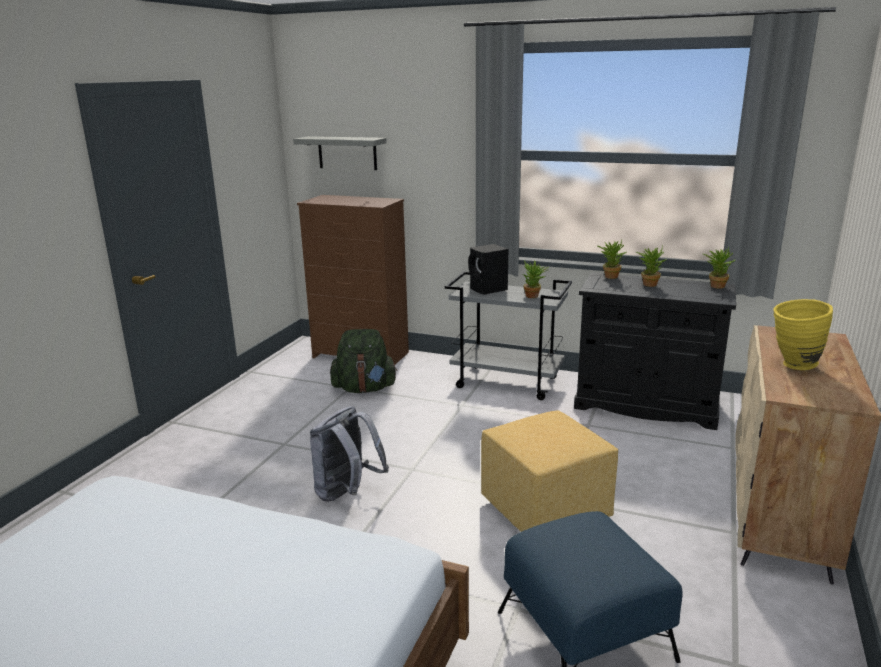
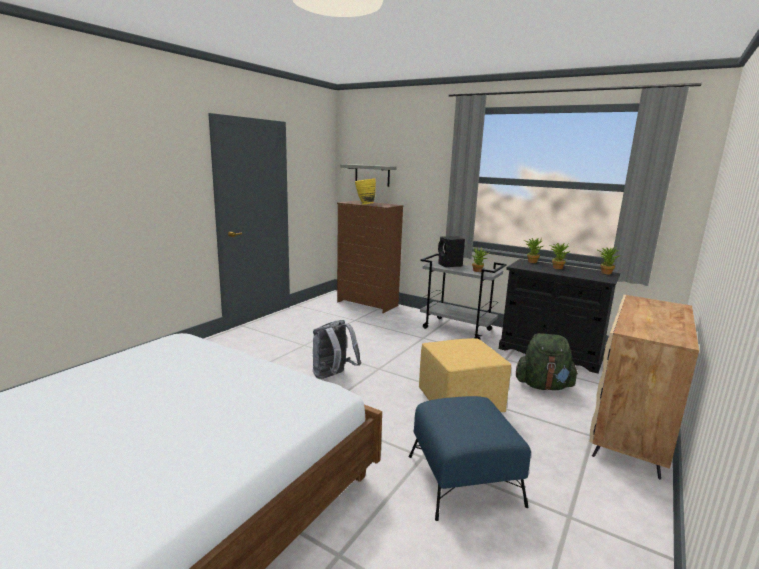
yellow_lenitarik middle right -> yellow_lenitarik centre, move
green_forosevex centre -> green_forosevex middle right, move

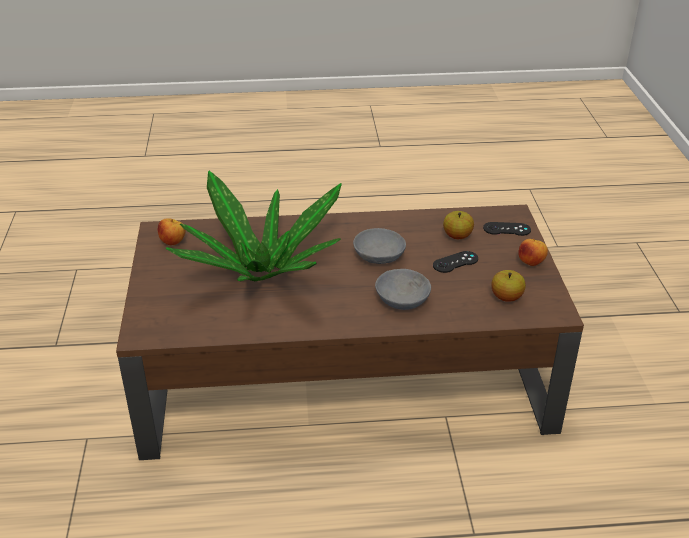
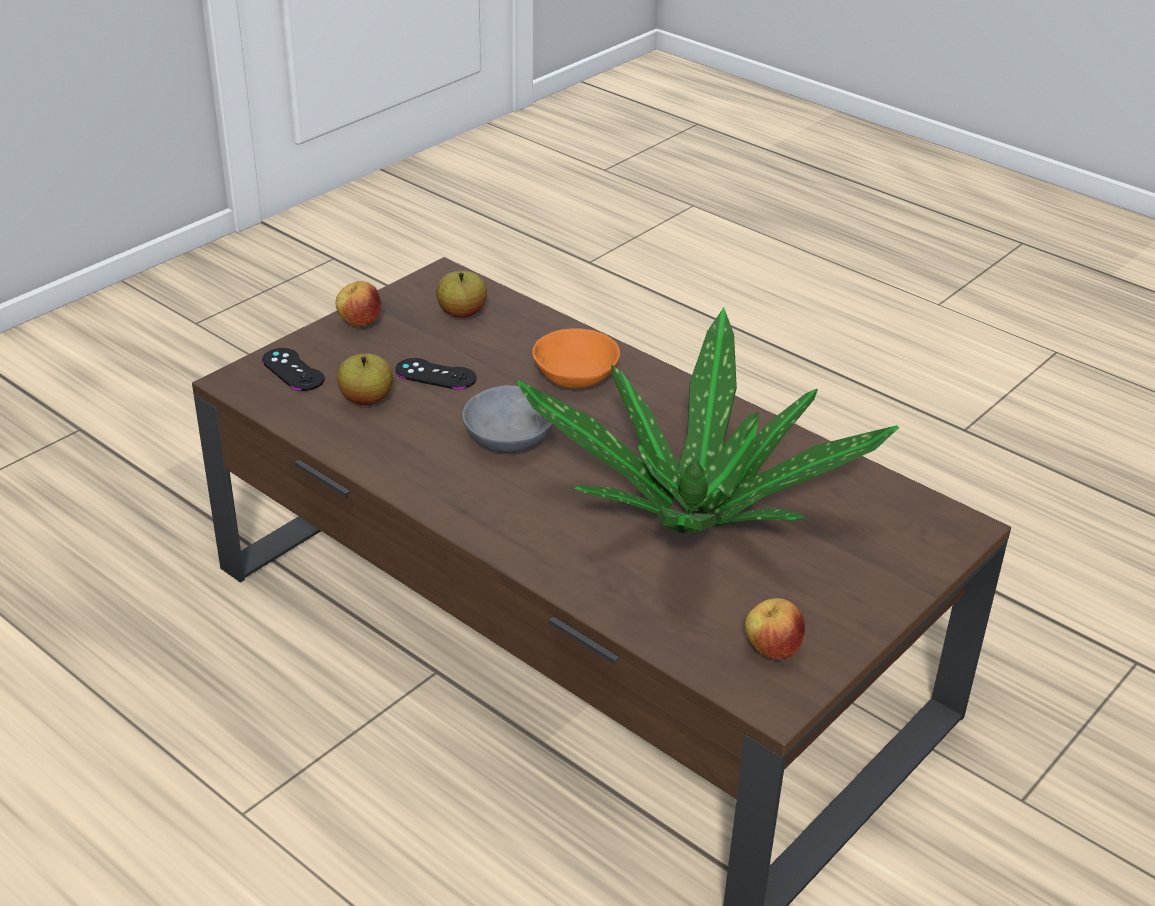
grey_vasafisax (2nd from left) centre -> orange_vasafisax centre

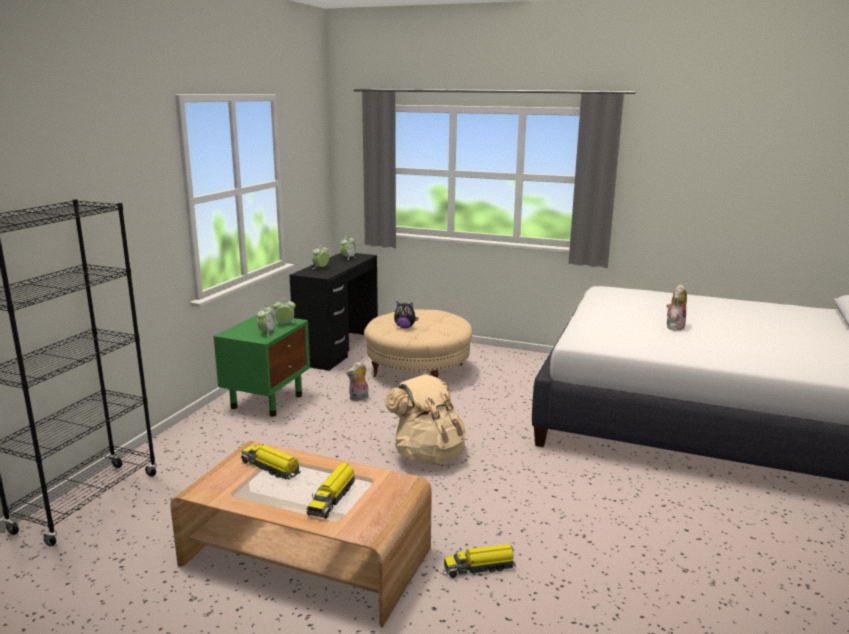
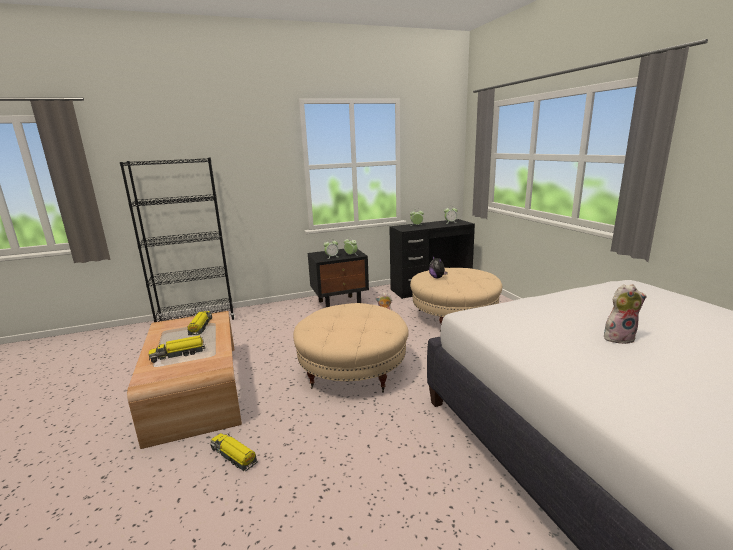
beige_forosevex centre -> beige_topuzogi (1st from left) centre
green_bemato middle left -> black_bemato centre

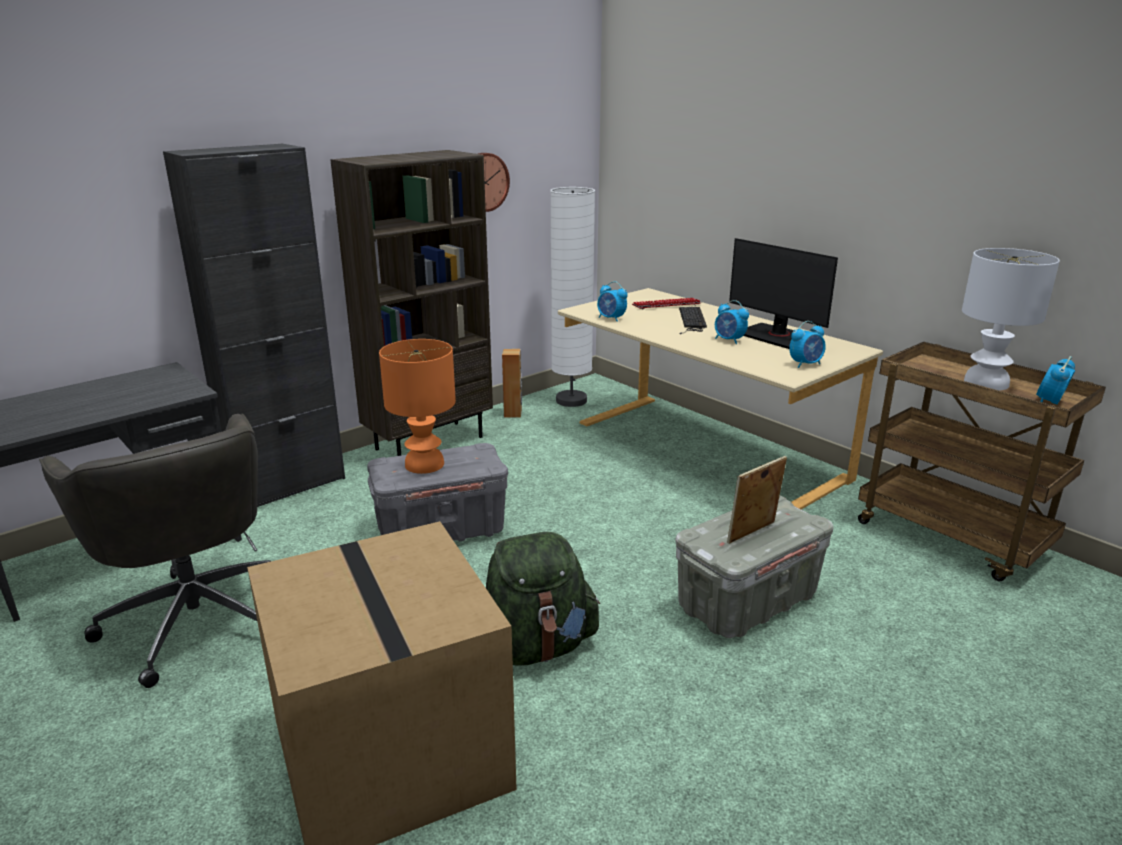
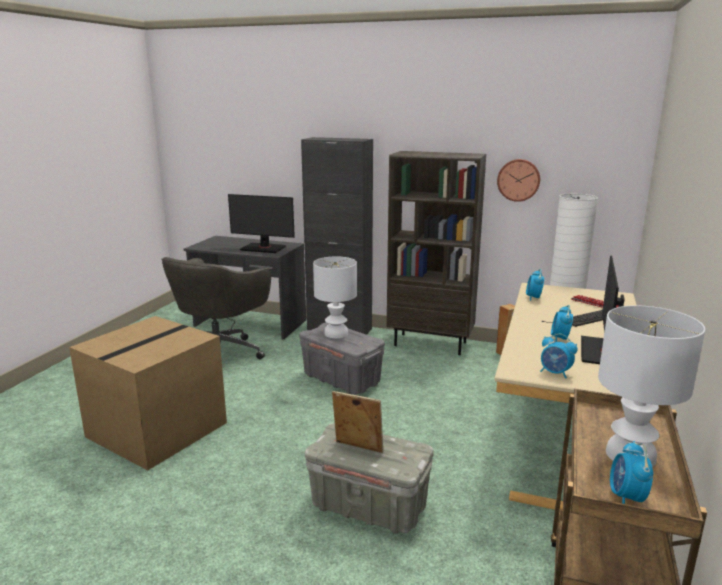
none -> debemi (1st from left) centre
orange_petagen centre -> white_petagen (1st from left) centre
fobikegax (4th from left) middle right -> fobikegax (4th from left) bottom right, 90 degrees counterclockwise
green_forosevex bottom centre -> none

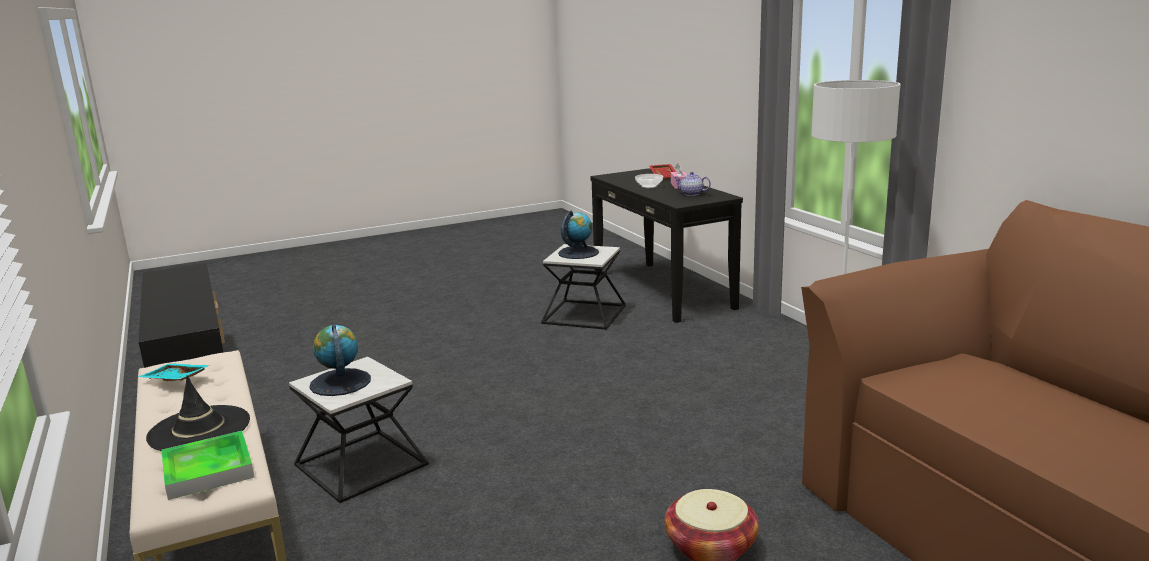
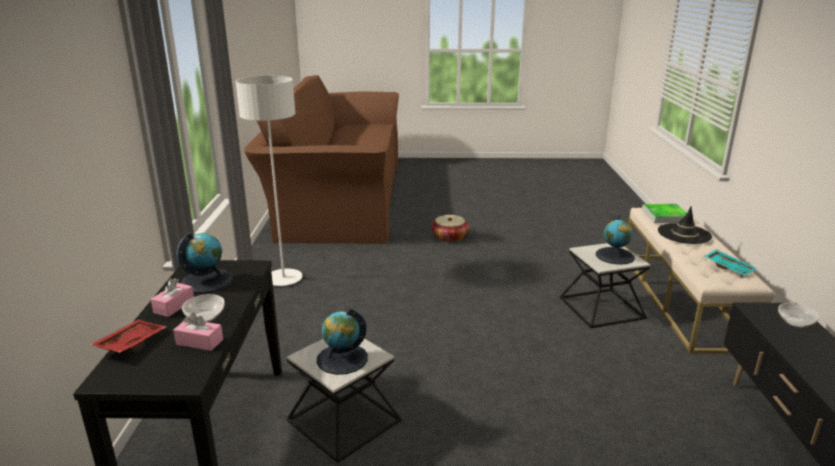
none -> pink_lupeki (2nd from left) bottom left
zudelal top centre -> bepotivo (1st from left) middle left
none -> vasafisax (2nd from left) bottom right

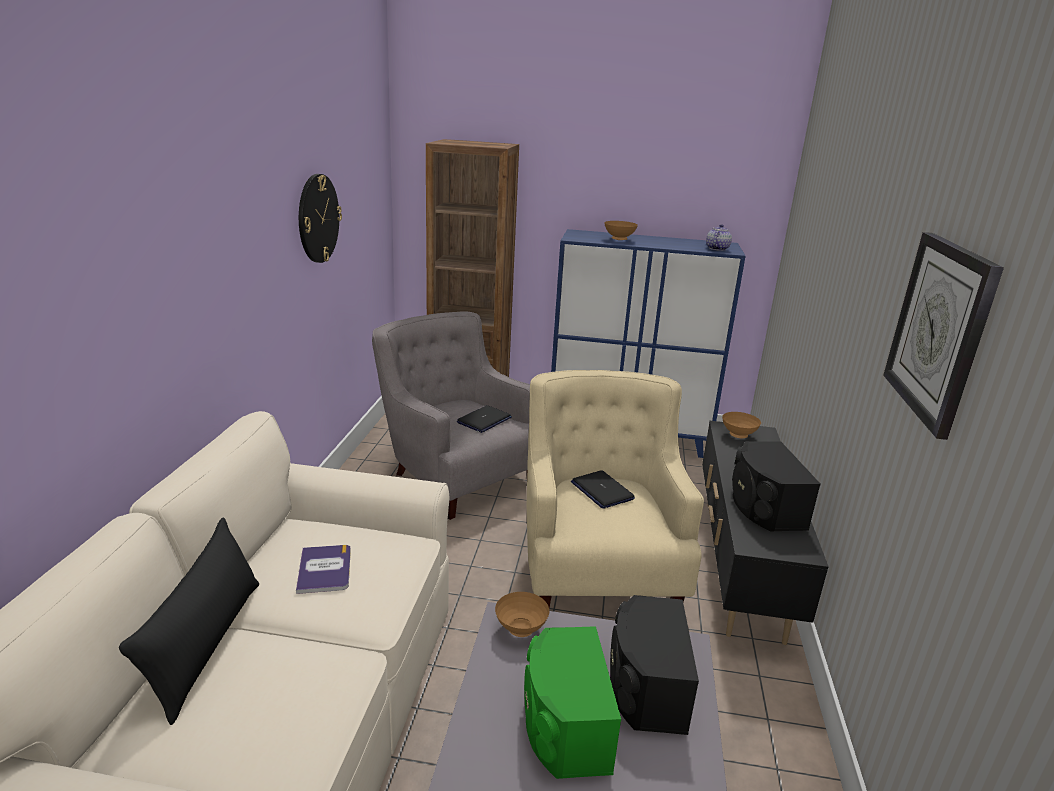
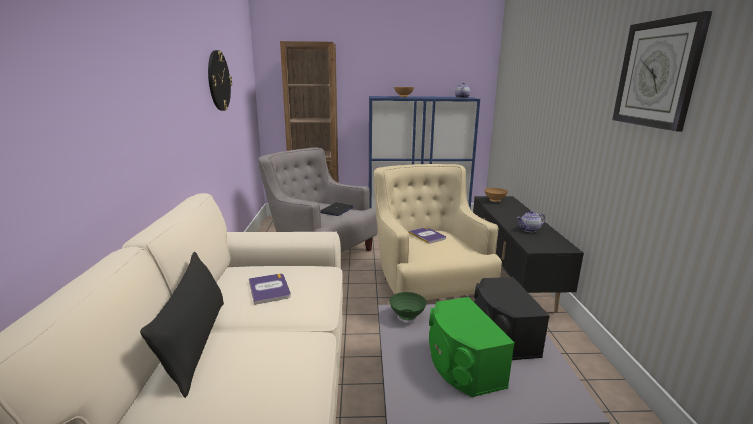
brown_vasafisax (1st from left) bottom centre -> green_vasafisax bottom centre
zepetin (2nd from left) centre -> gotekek (2nd from left) centre
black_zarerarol (2nd from left) middle right -> zudelal (2nd from left) middle right

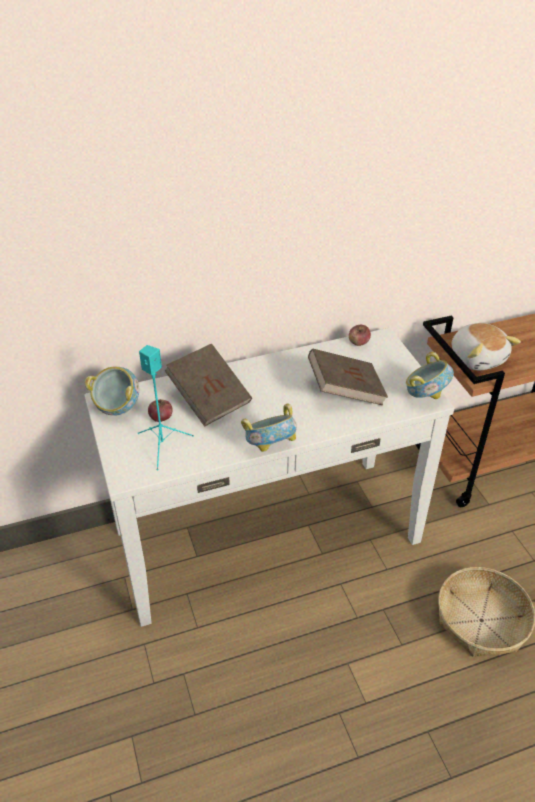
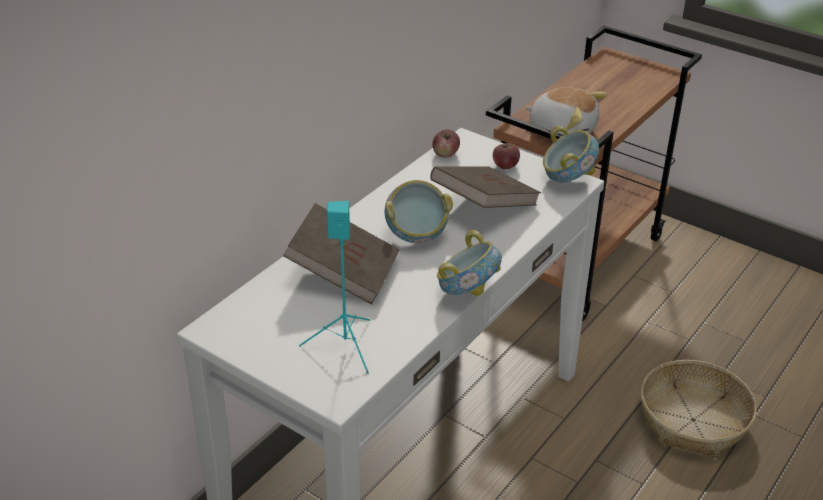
vasafisax (1st from left) middle left -> vasafisax (1st from left) centre, move
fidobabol (1st from left in the first image) middle left -> fidobabol (2nd from left) top centre, move

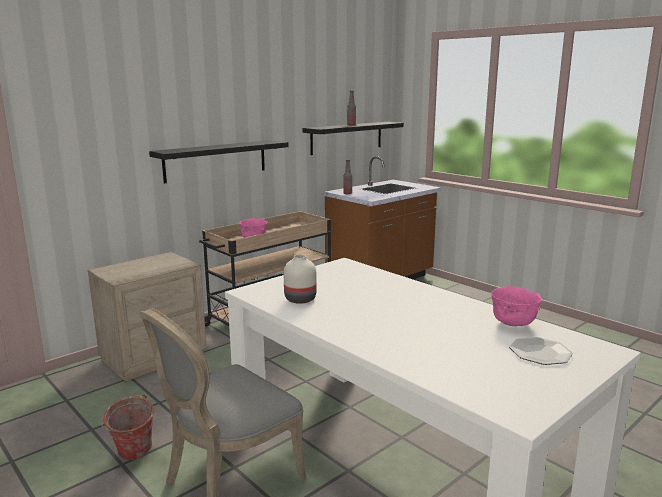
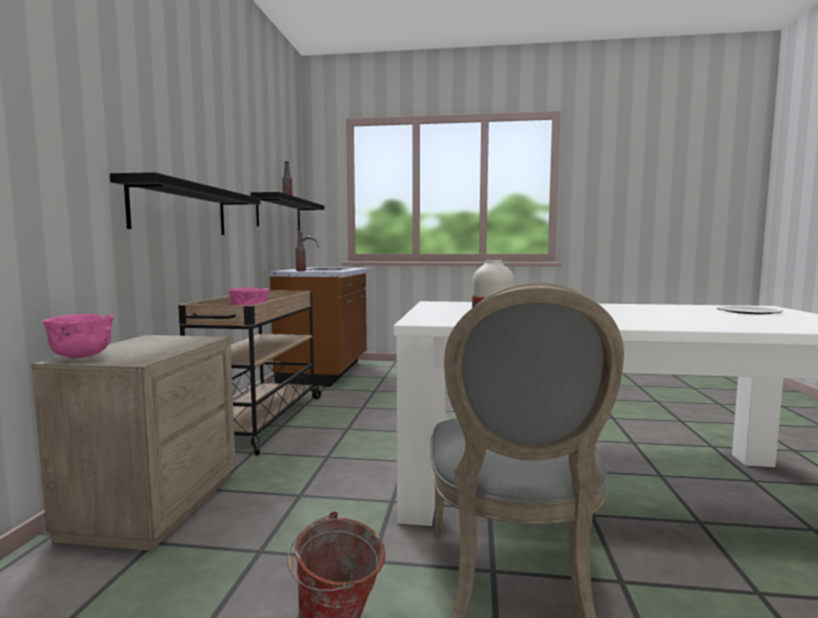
pink_vasafisax (2nd from left in the first image) middle right -> pink_vasafisax (1st from left) middle left, move

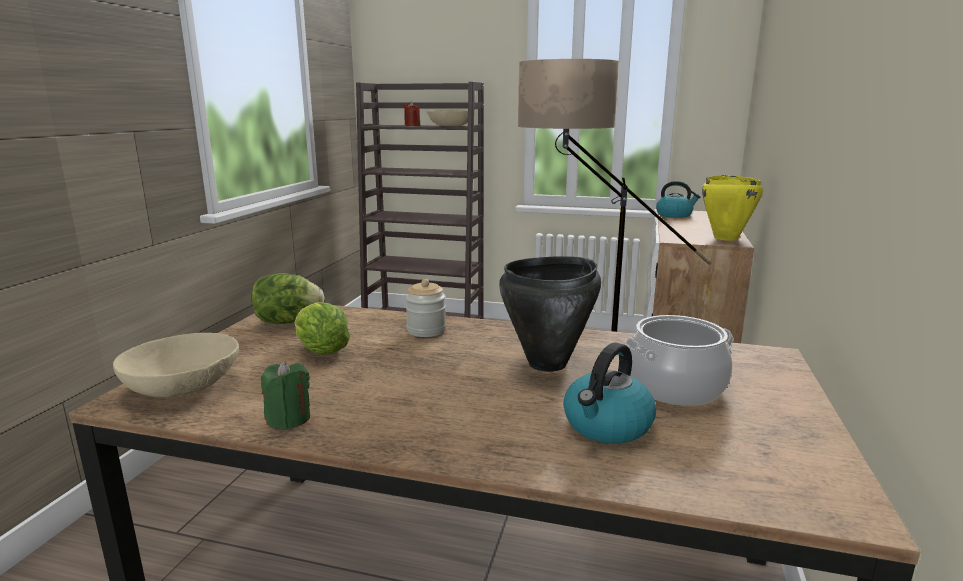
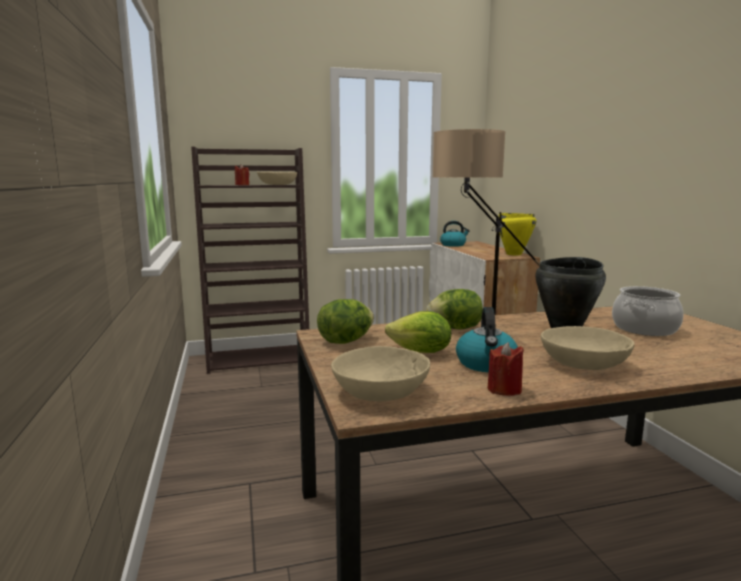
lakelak centre -> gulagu (3rd from left) centre
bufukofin (1st from left in the first image) bottom centre -> bufukofin (2nd from left) centre, move
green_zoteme bottom left -> red_zoteme (2nd from left) middle right
none -> beige_vasafisax (3rd from left) middle right

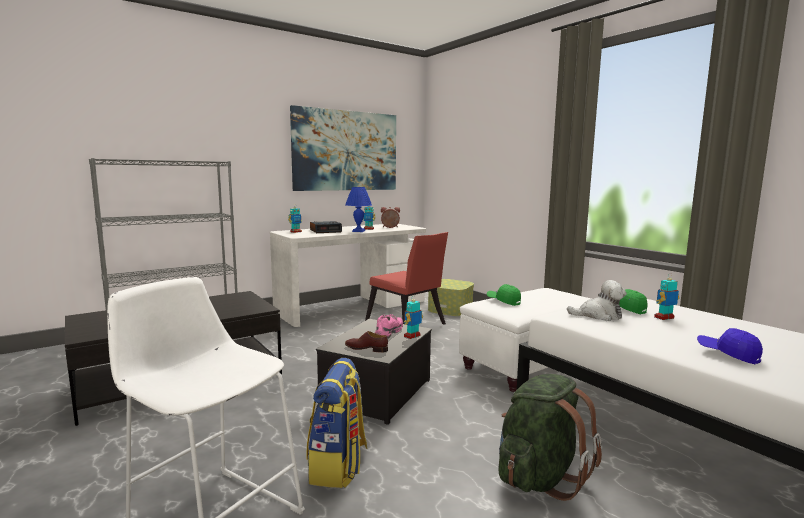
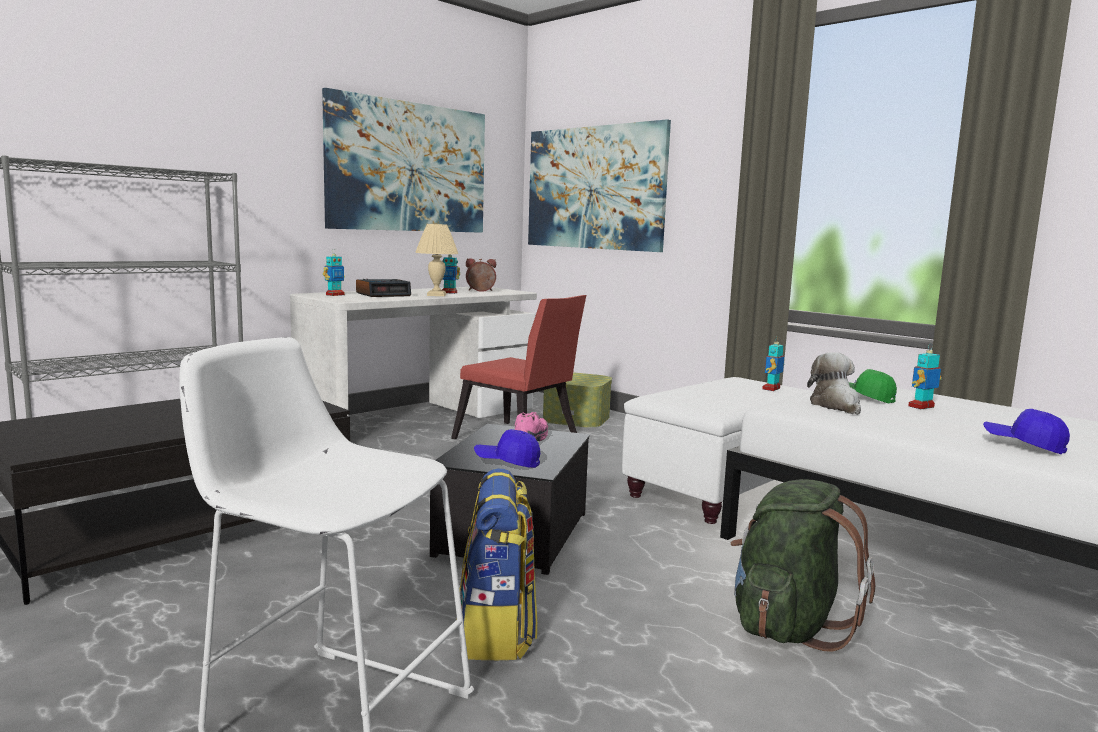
blue_petagen centre -> beige_petagen centre
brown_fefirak centre -> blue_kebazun (1st from left) centre
none -> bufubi (2nd from left) top centre
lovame (3rd from left) centre -> lovame (3rd from left) middle right, move
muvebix middle right, 90 degrees counterclockwise
green_kebazun (1st from left) centre -> none

